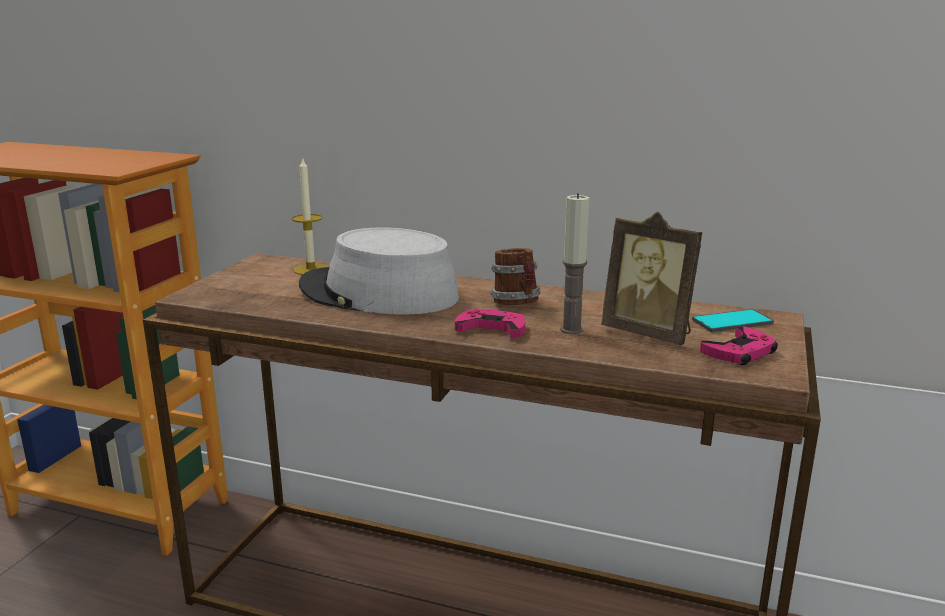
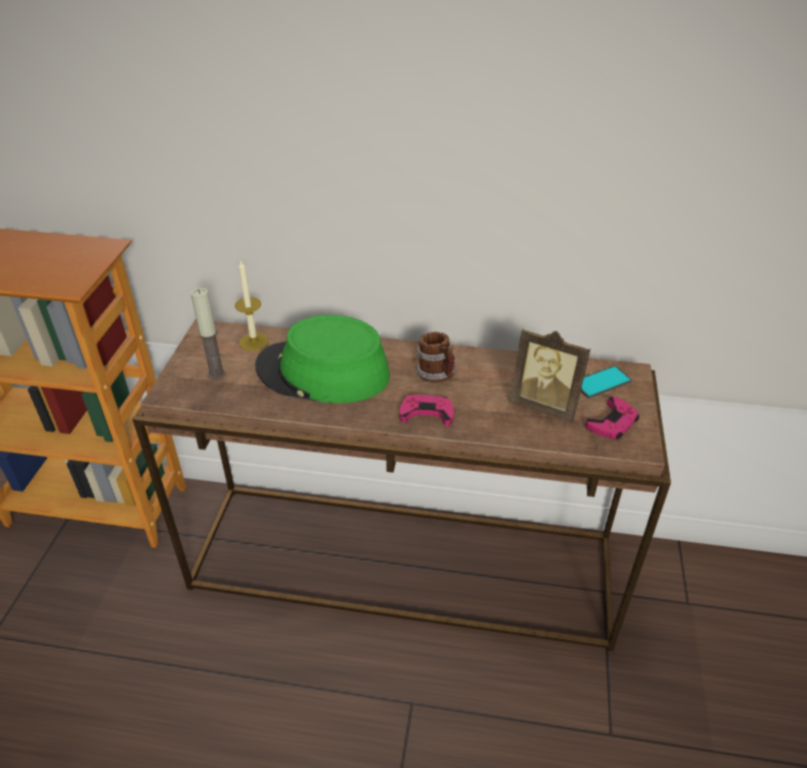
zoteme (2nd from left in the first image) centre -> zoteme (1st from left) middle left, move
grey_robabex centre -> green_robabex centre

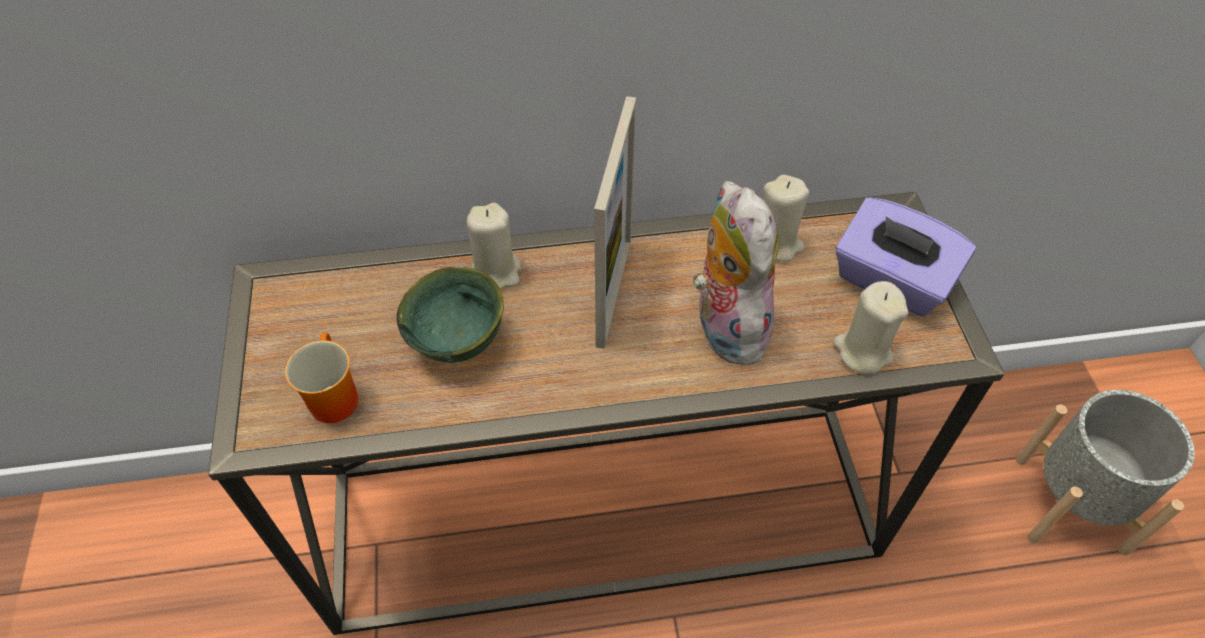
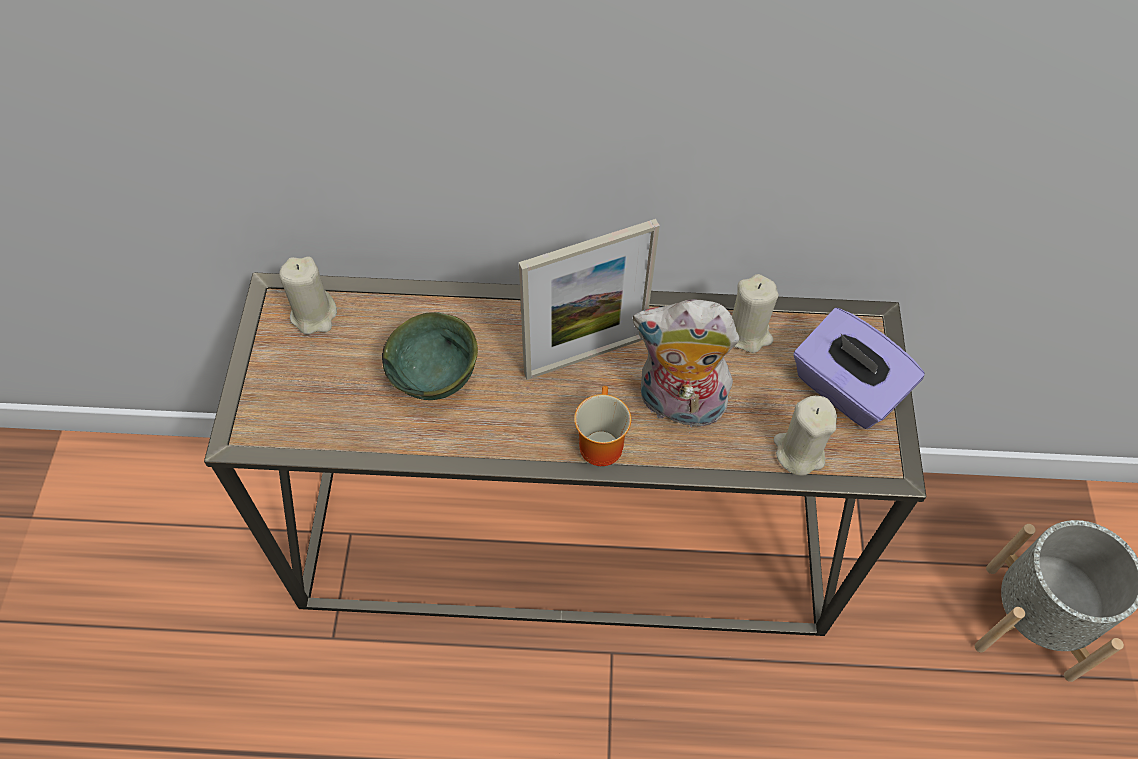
beige_zoteme (1st from left) centre -> beige_zoteme (1st from left) middle left, move
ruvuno centre, 45 degrees clockwise
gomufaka middle left -> gomufaka centre, move
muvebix centre, 75 degrees counterclockwise

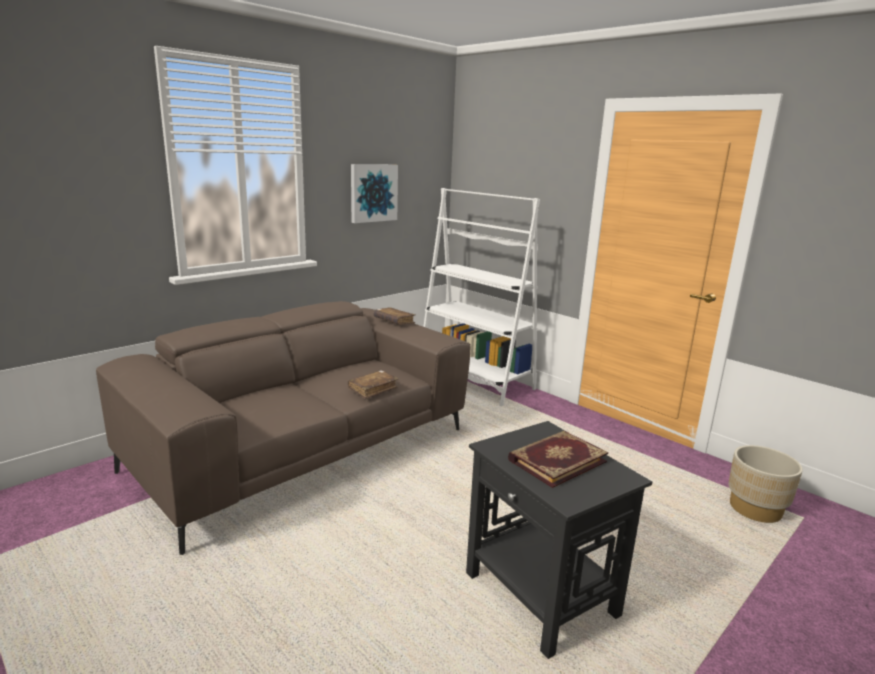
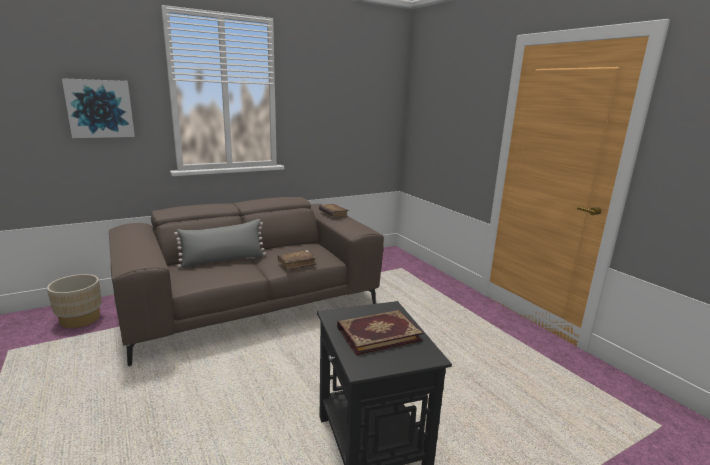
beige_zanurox bottom right -> beige_zanurox middle left, move
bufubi top centre -> bufubi top left, move
none -> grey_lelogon middle left
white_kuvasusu centre -> none

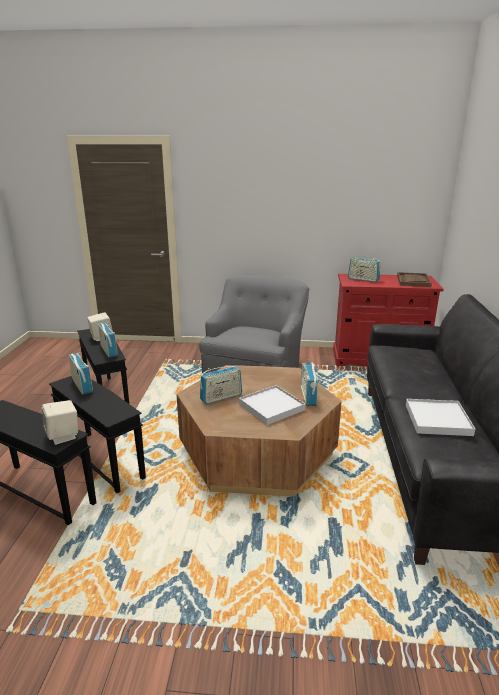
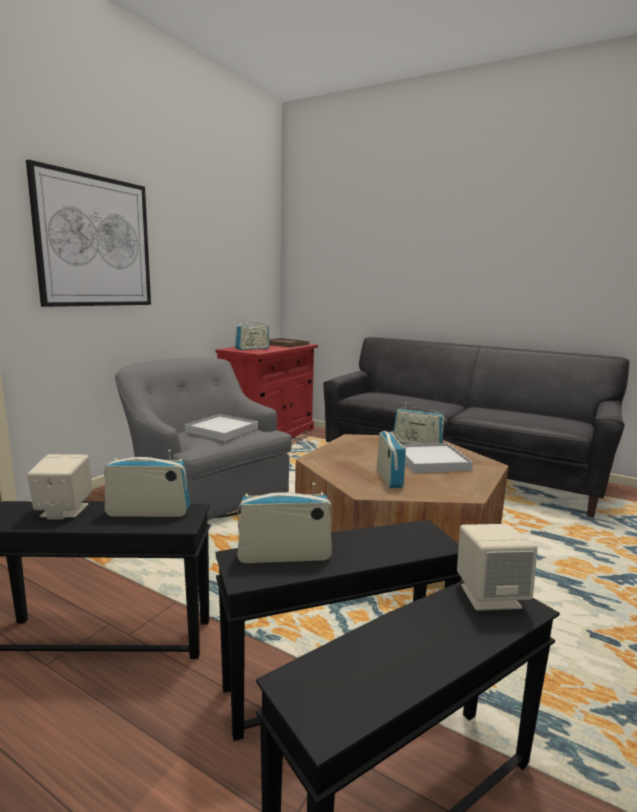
none -> bufubi top left
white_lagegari (2nd from left in the first image) middle right -> white_lagegari (1st from left) centre, move

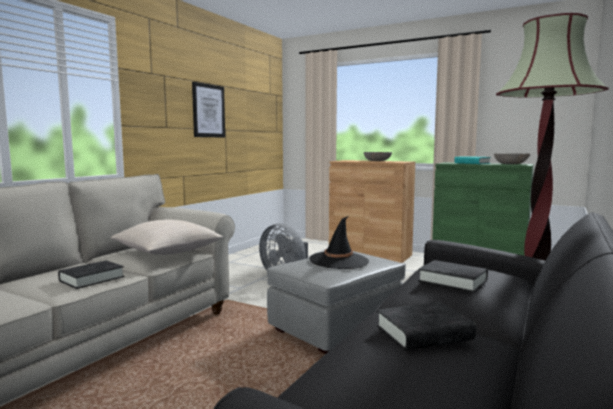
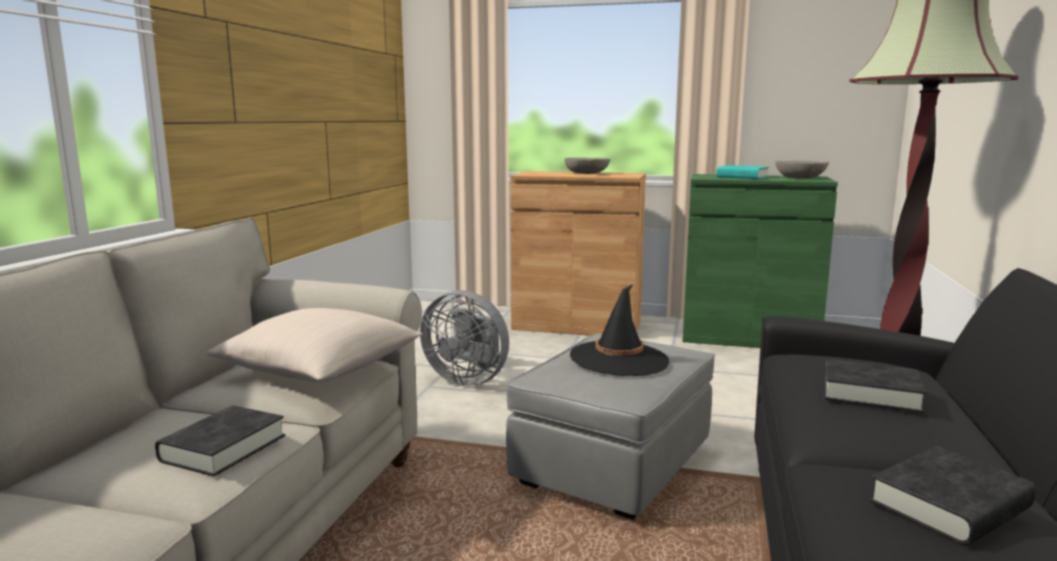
bufubi top centre -> none

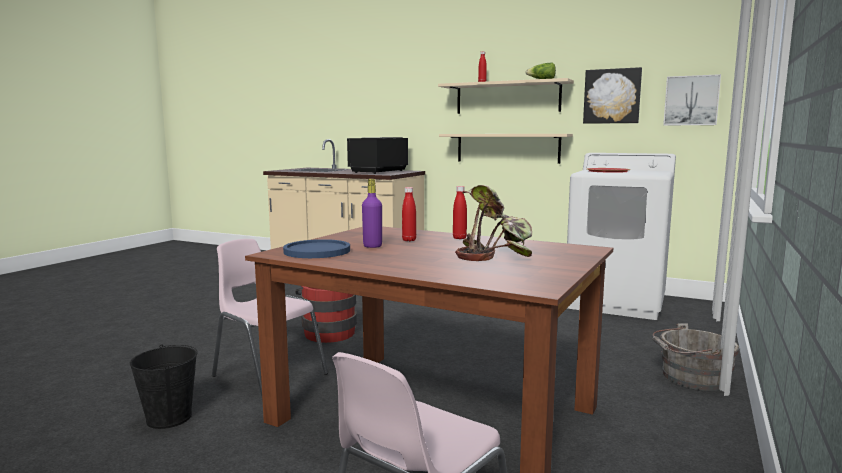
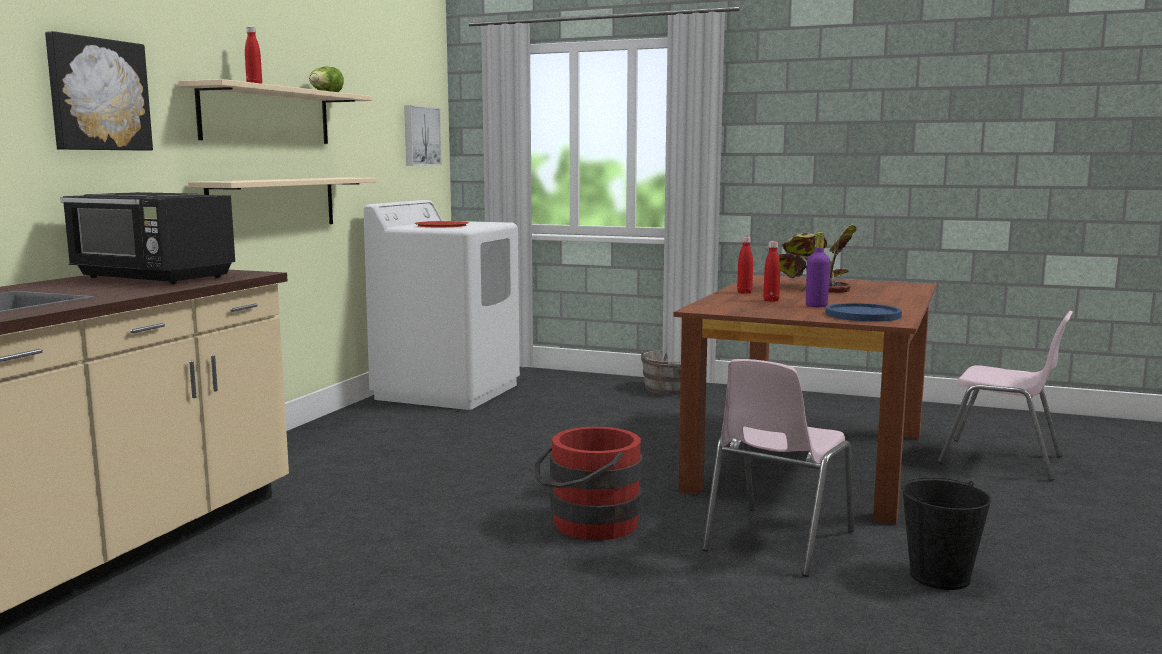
bufubi (1st from left) top right -> bufubi (1st from left) top left, move

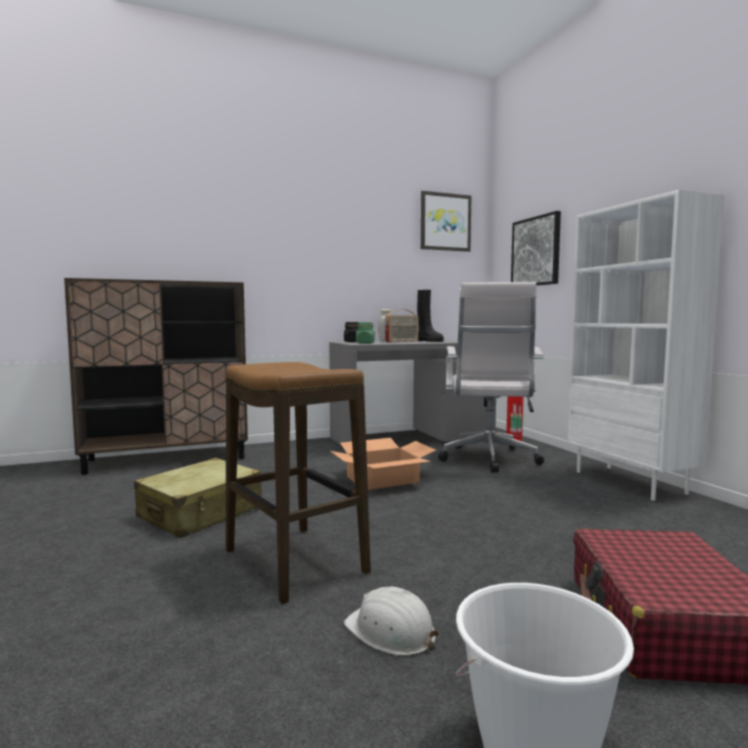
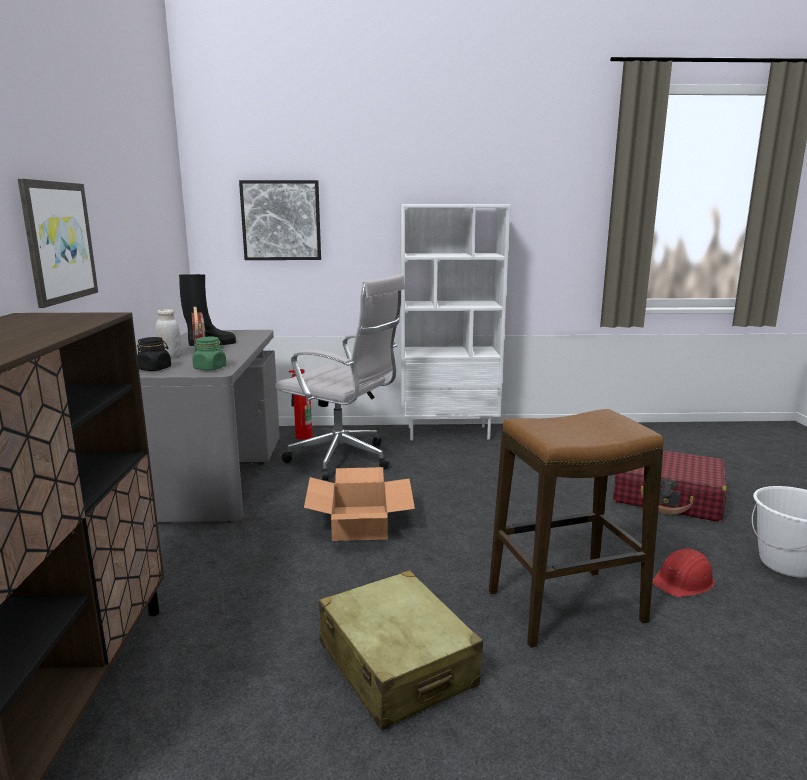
bufubi (1st from left) top centre -> bufubi (1st from left) top left, move
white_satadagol bottom centre -> red_satadagol bottom right

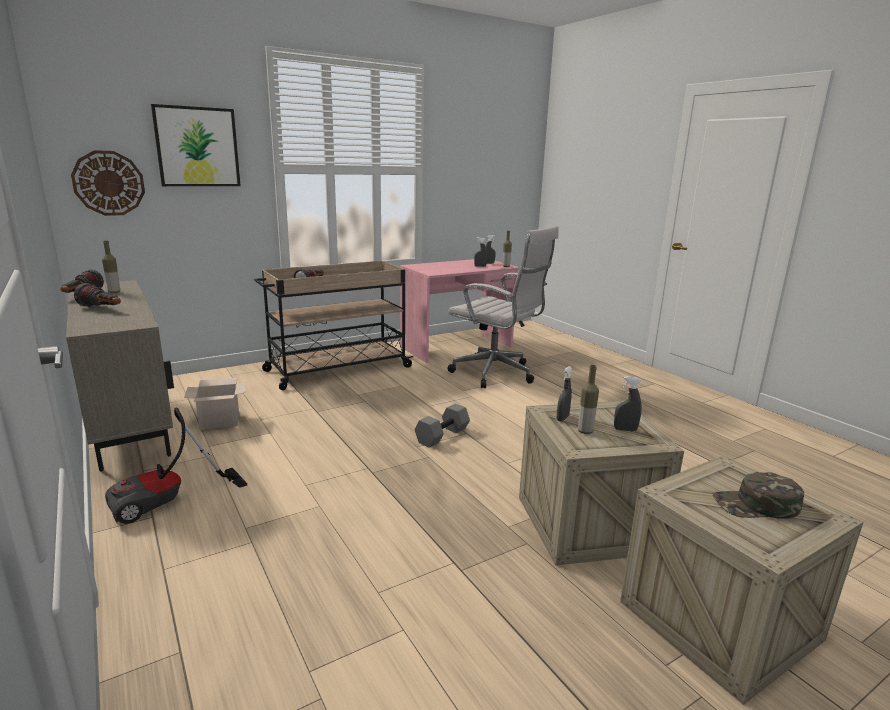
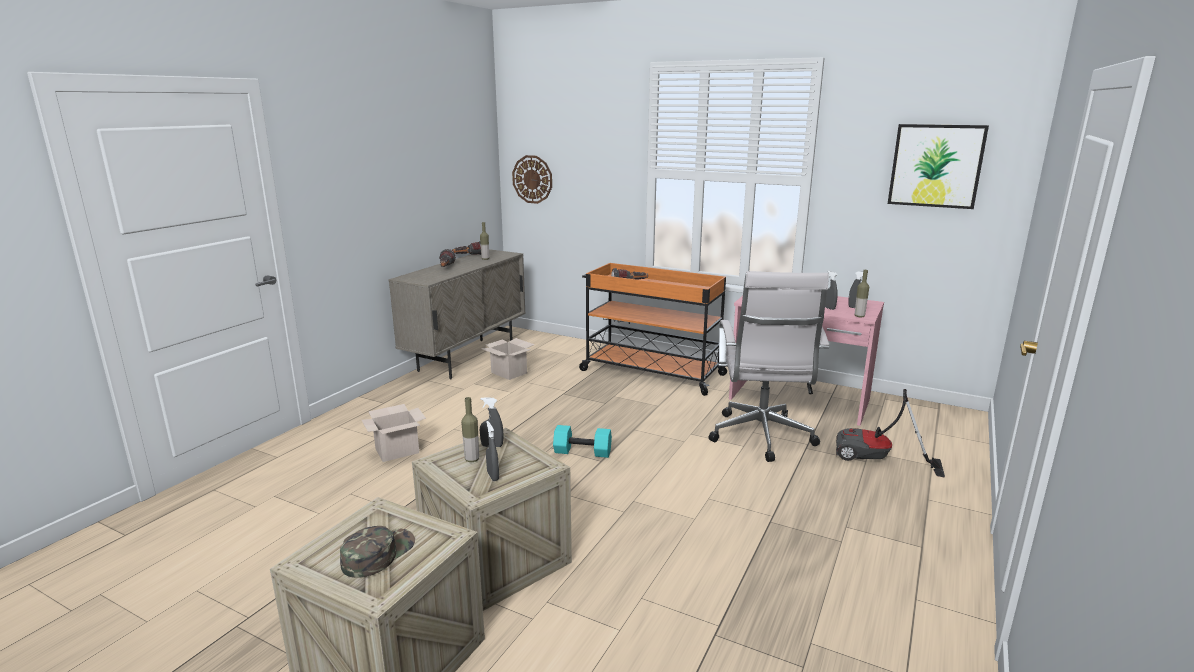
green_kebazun bottom right -> green_kebazun bottom left, 60 degrees clockwise
none -> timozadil (1st from left) middle left
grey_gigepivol centre -> turquoise_gigepivol centre
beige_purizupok centre -> orange_purizupok centre
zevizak middle left -> zevizak middle right, move
bufubi top left -> bufubi top right, move

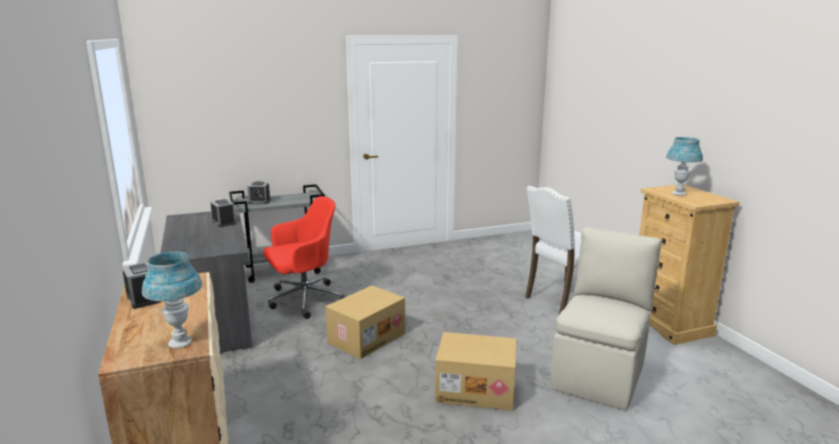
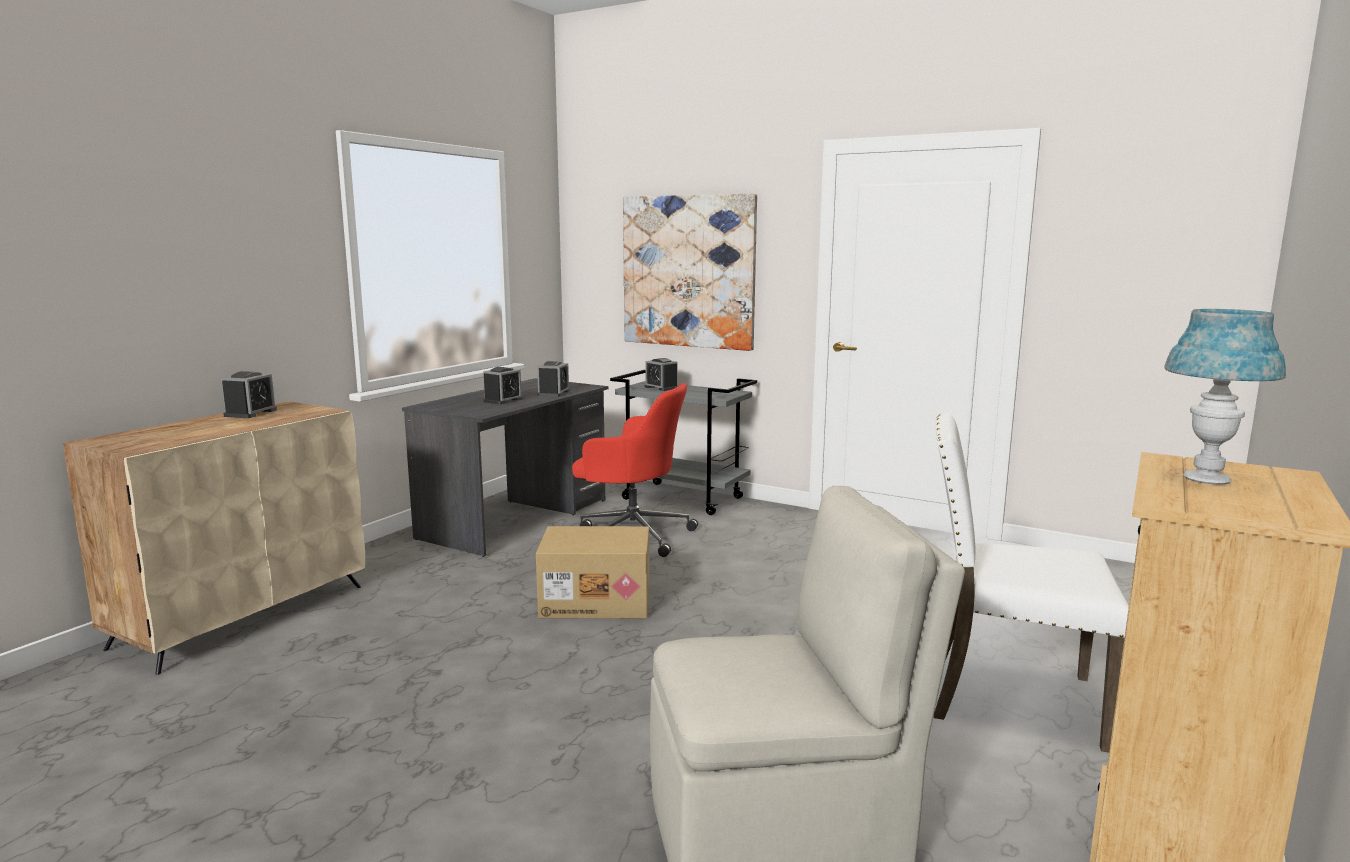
none -> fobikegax (2nd from left) centre
none -> bufubi top centre
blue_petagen (1st from left) bottom left -> none
timozadil (2nd from left) bottom centre -> none

